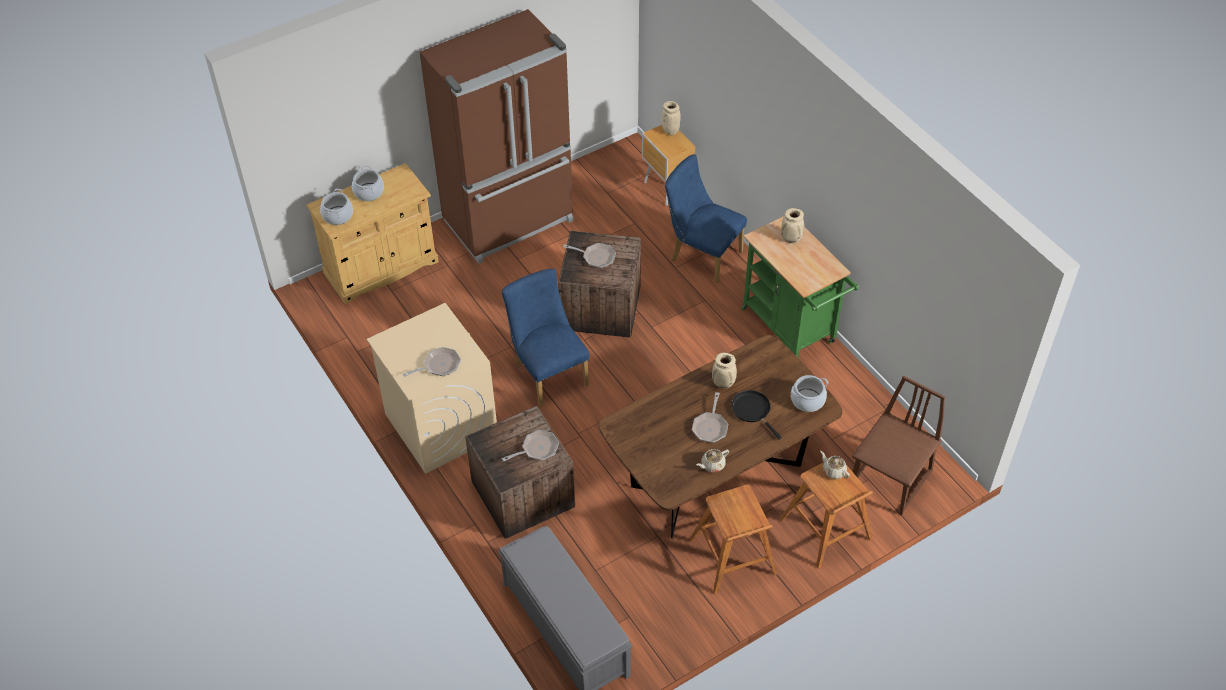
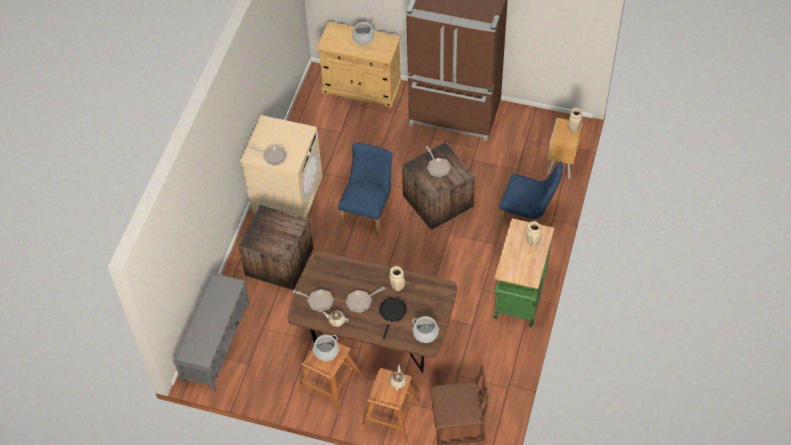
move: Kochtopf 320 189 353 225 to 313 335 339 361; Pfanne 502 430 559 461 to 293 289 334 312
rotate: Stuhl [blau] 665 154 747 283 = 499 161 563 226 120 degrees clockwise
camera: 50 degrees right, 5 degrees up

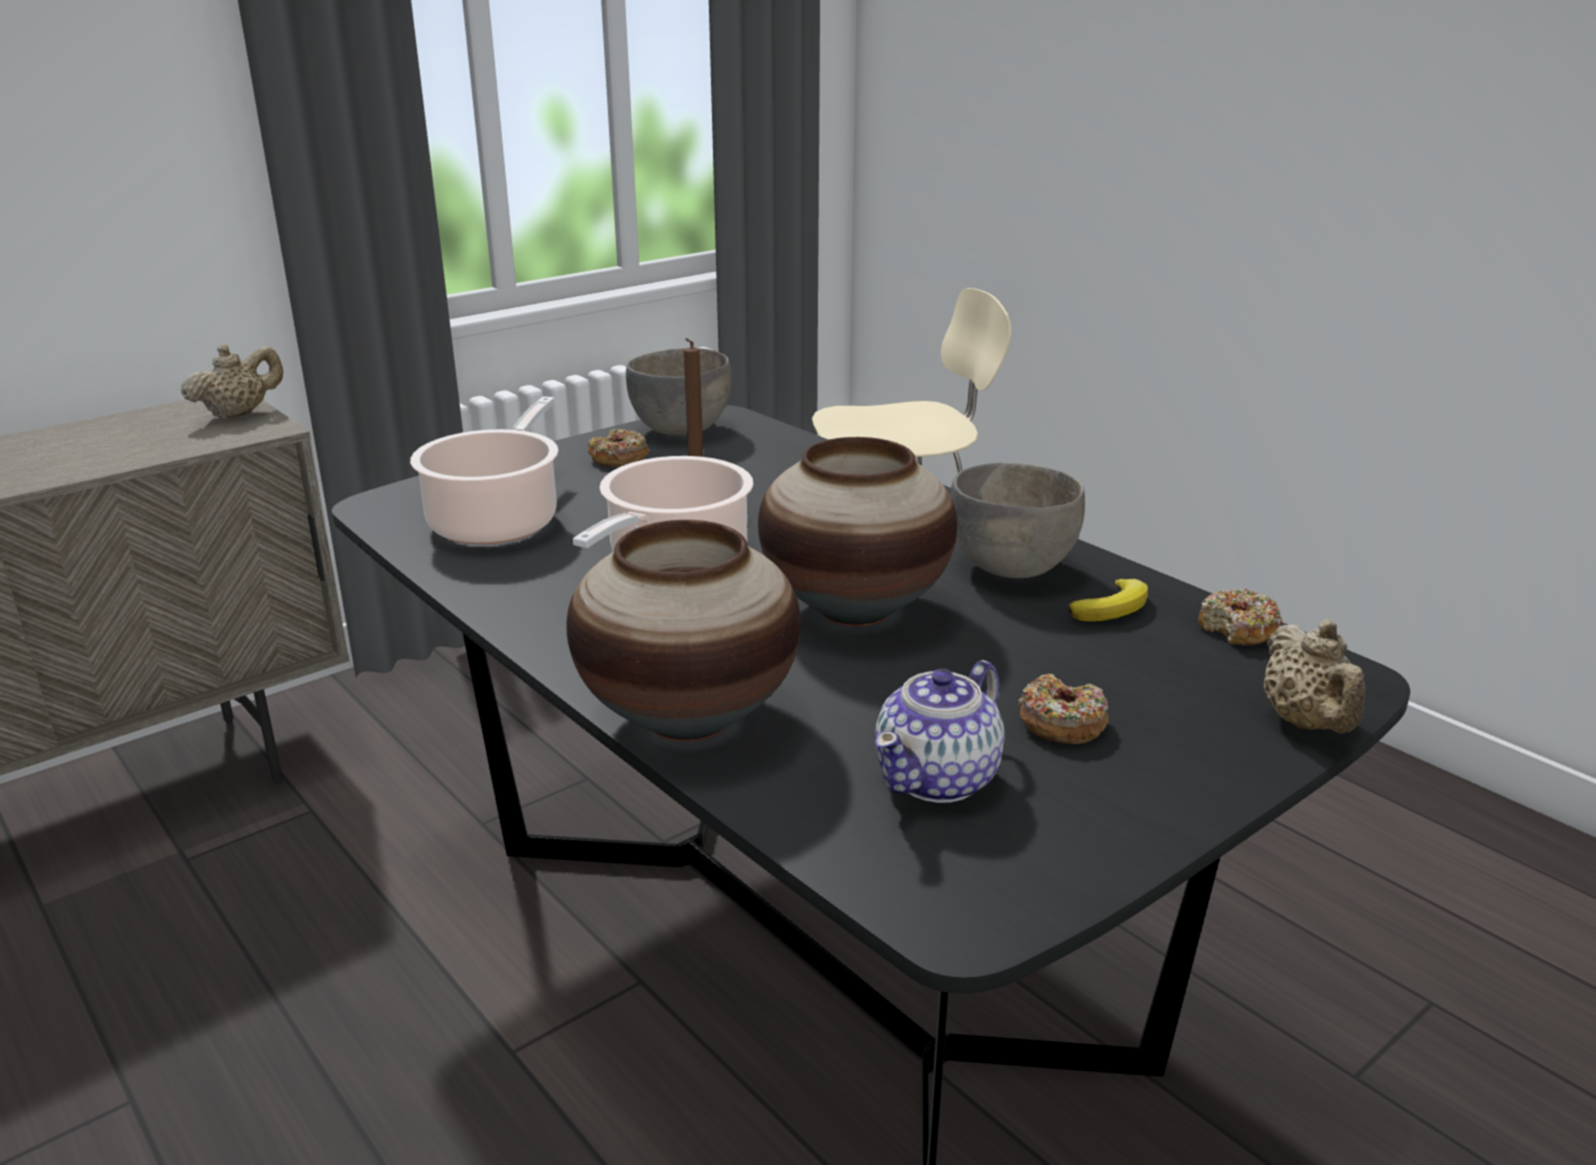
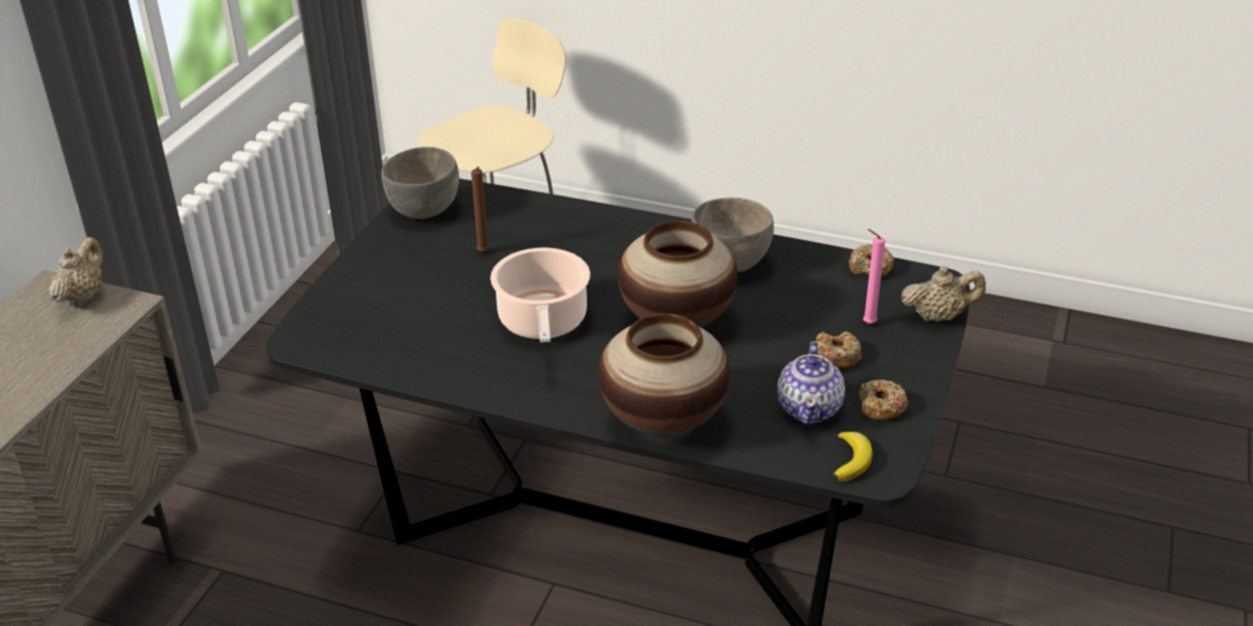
delete: Kochtopf 410 397 559 544
insert: Kerze [rosa] 863 229 885 324
move: Donut 588 429 650 467 to 859 379 908 420; Banane 1069 579 1148 621 to 834 432 873 482
rotate: Teekanne [beige] 1264 619 1366 733 = 901 266 986 322 60 degrees counterclockwise
camera: 30 degrees left, 10 degrees up

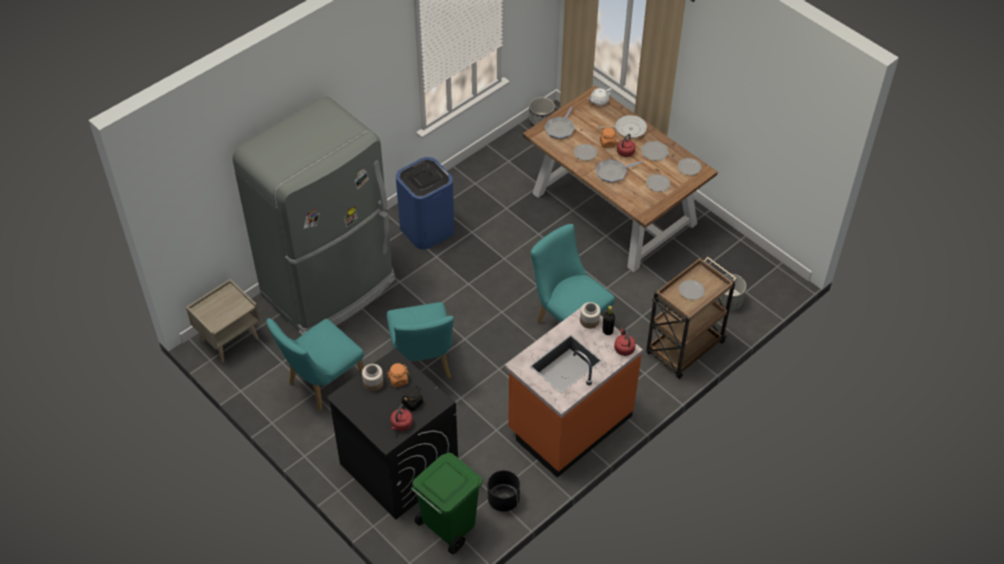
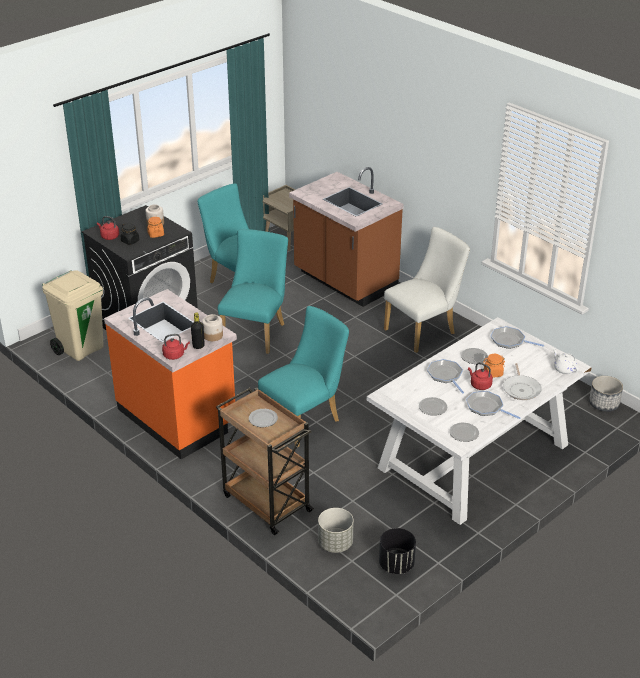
move: Pflanzkübel [schwarz] 488 470 520 512 to 379 528 416 574
replace: Kühlschrank [grau] 232 97 395 335 to Küchenzeile [braun] 289 167 404 307; Mülleimer [blau] 396 157 455 250 to Stuhl [weiß] 384 227 470 353; Teller 641 141 669 161 to Pfanne 466 391 521 419
recolor: Mülleimer [grün] 411 453 482 554 to Mülleimer [beige] 42 270 104 361; Esstisch [braun] 523 86 718 272 to Esstisch [weiß] 367 317 592 525
rotate: Stuhl [türkis] 387 302 454 378 = 218 229 288 354 120 degrees clockwise
camera: 90 degrees right, 15 degrees down

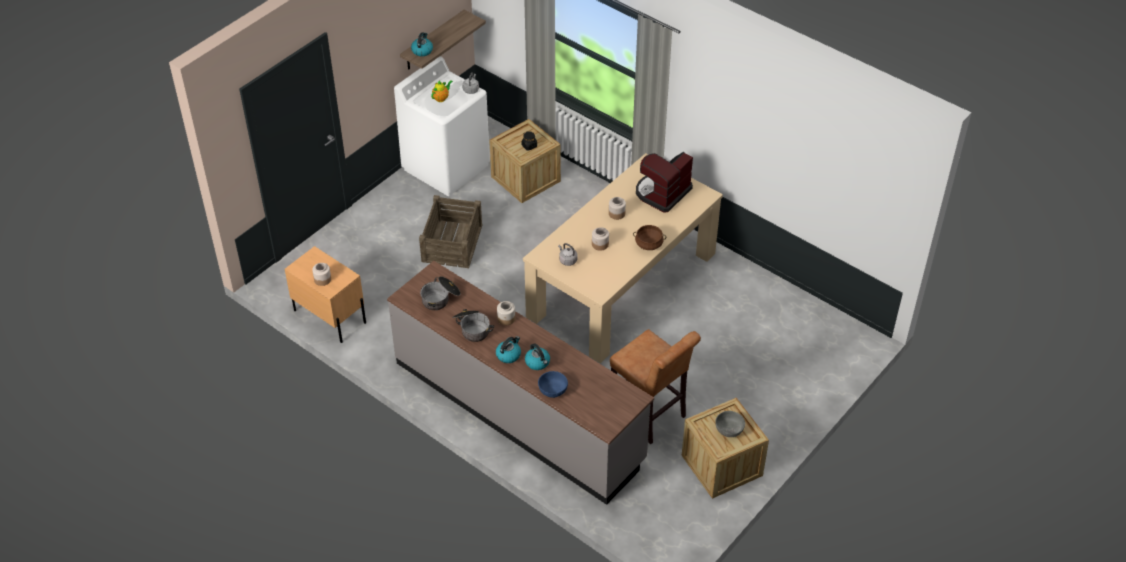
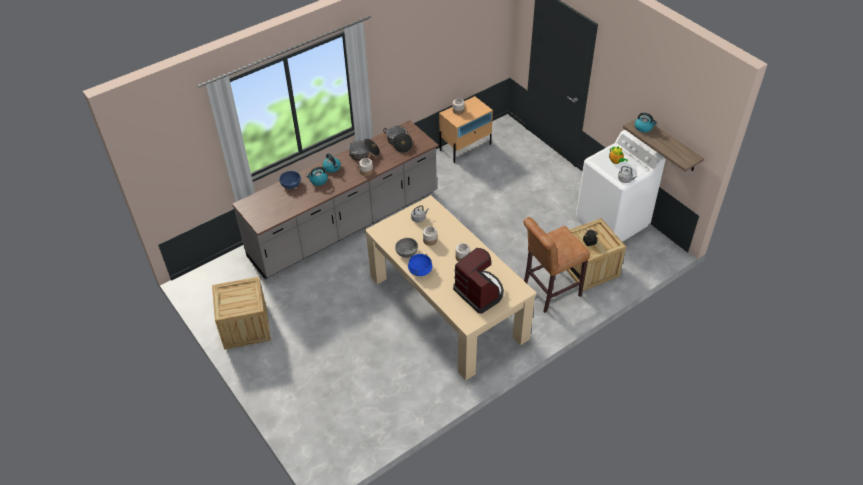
delete: Kiste 419 195 483 268
move: Hocker [braun] 610 329 701 444 to 523 217 590 313; Schüssel [grau] 715 411 745 437 to 395 238 418 258
recolor: Kochtopf [braun] 633 225 667 250 to Kochtopf [blau] 408 254 432 276
camera: 105 degrees right, 0 degrees up

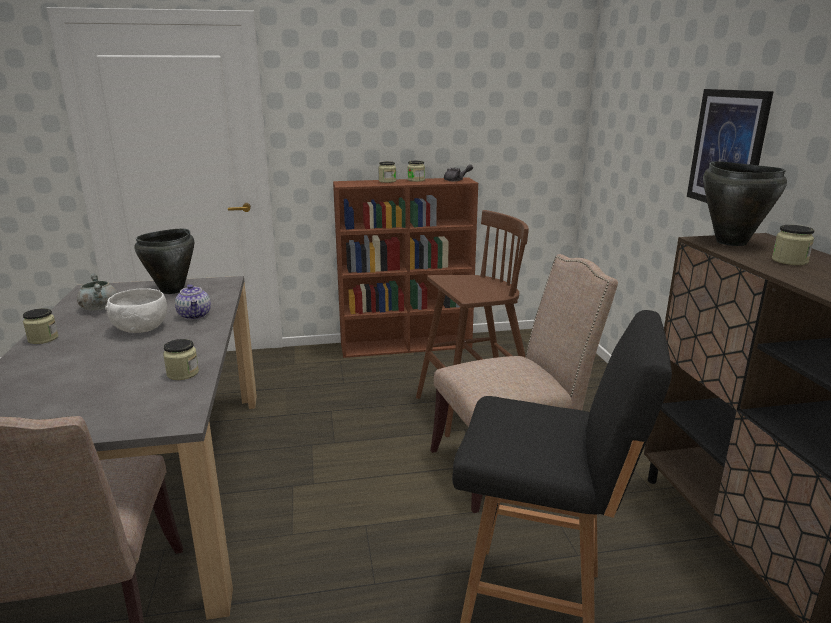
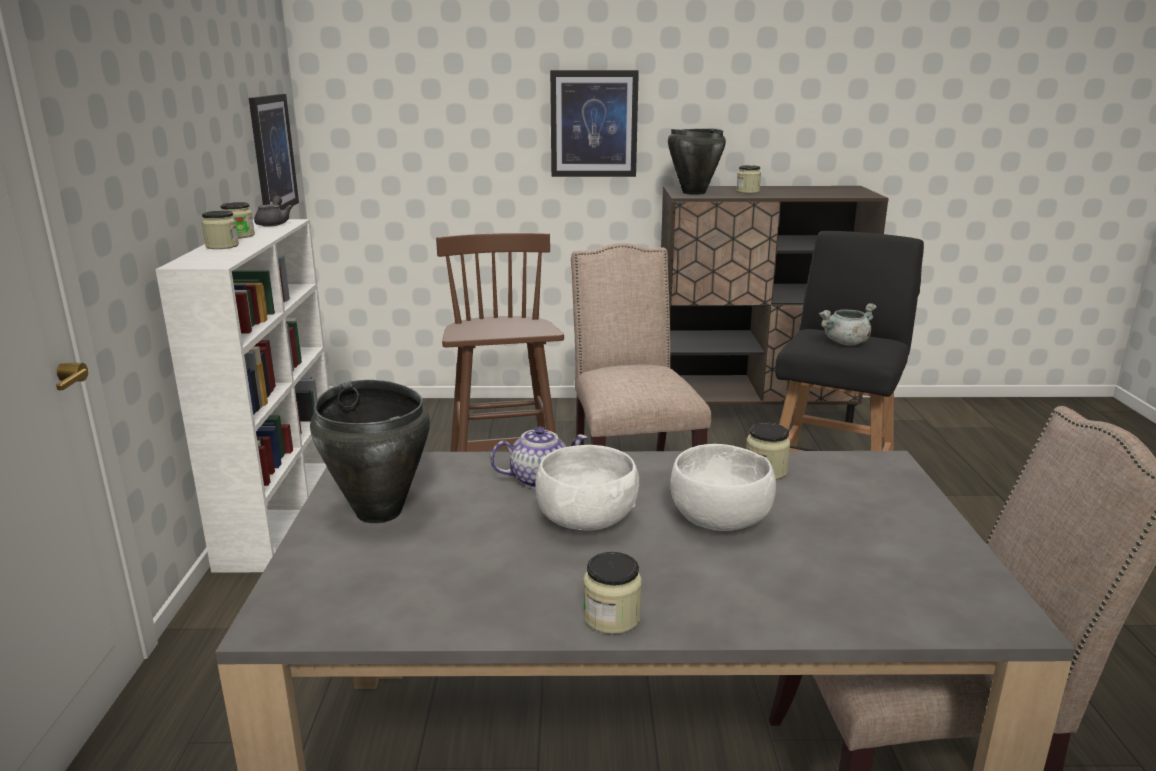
insert: Bild 249 94 299 210; Schüssel [weiß] 670 444 776 531
move: Kochtopf [grau] 77 273 117 310 to 819 303 877 345
recolor: Bücherregal [braun] 333 177 478 358 to Bücherregal [weiß] 155 219 329 572
camera: 80 degrees left, 0 degrees up

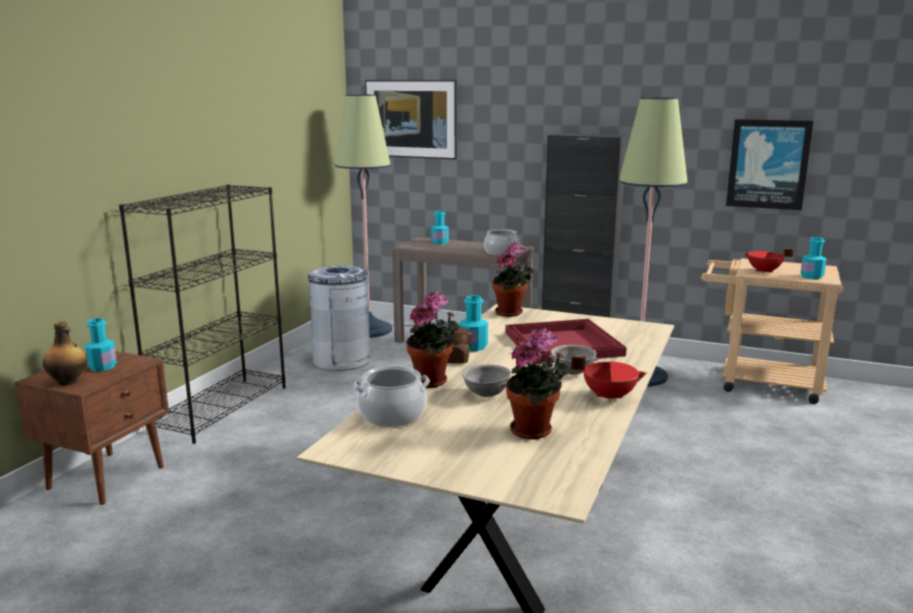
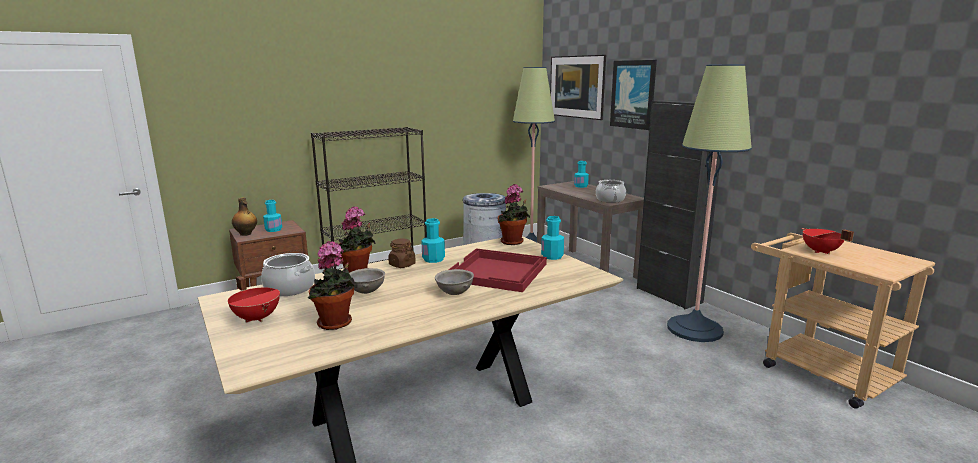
move: Kochtopf [rot] 571 355 647 402 to 228 276 280 323; Bild 726 119 813 210 to 610 60 657 130; Flasche [türkis] 800 237 826 279 to 541 216 564 260
camera: 35 degrees right, 0 degrees up

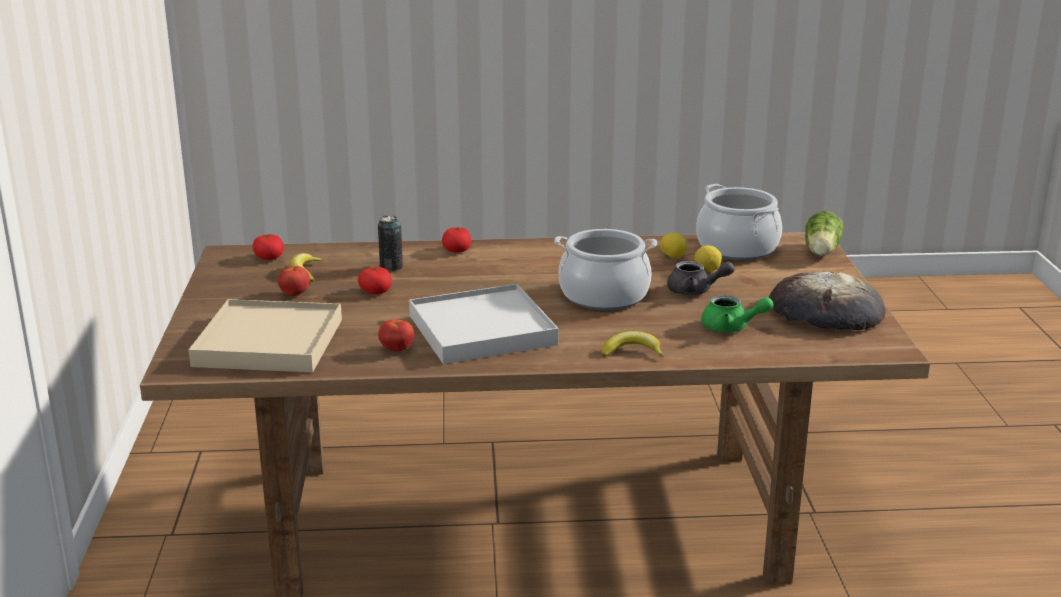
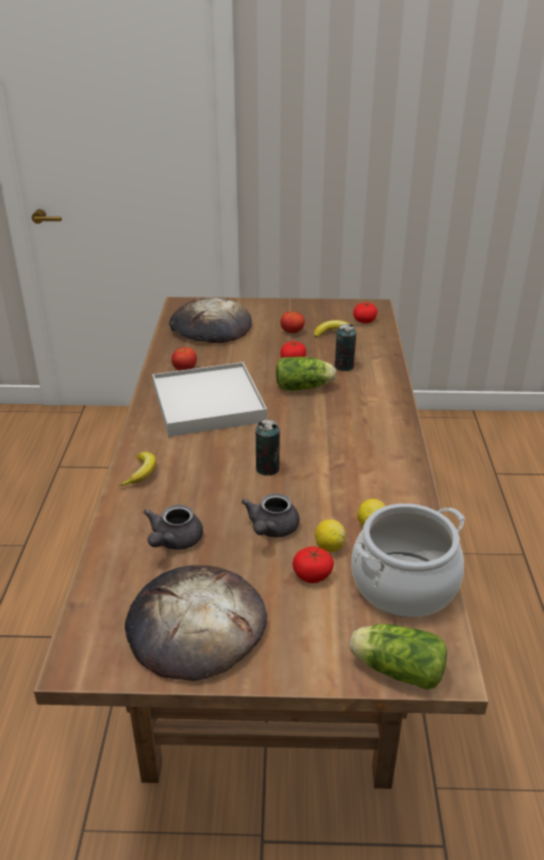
insert: Salatkopf 276 357 336 391
move: Tomate 442 227 471 253 to 293 546 334 583
replace: Tablett [beige] 189 299 342 373 to Brot 169 298 252 343; Kochtopf 554 229 657 310 to Dose 256 419 280 476
recolor: Teekanne [grün] 701 295 774 332 to Teekanne [grau] 143 505 203 550
camera: 95 degrees right, 10 degrees up

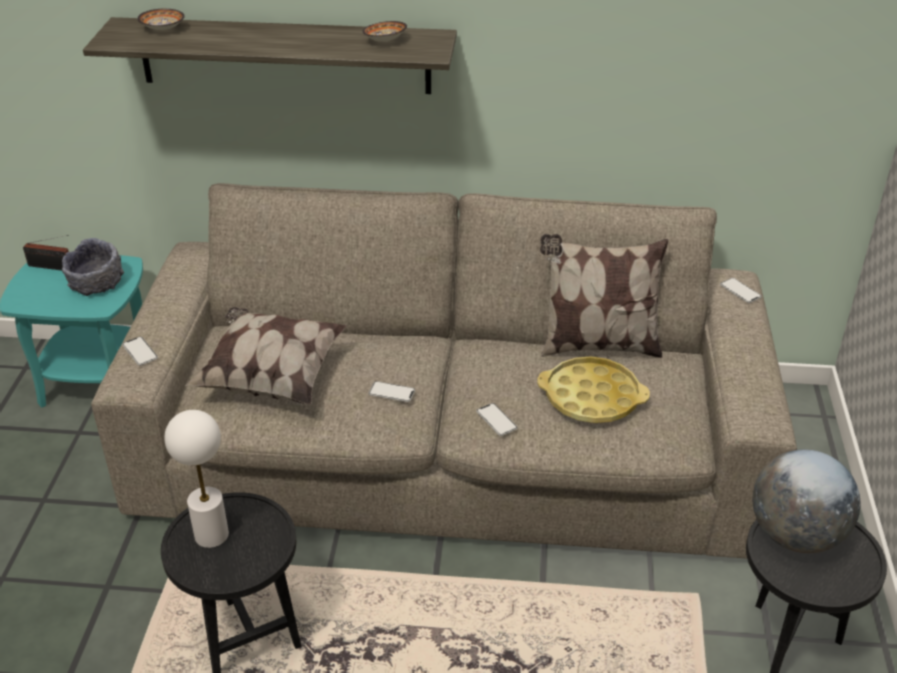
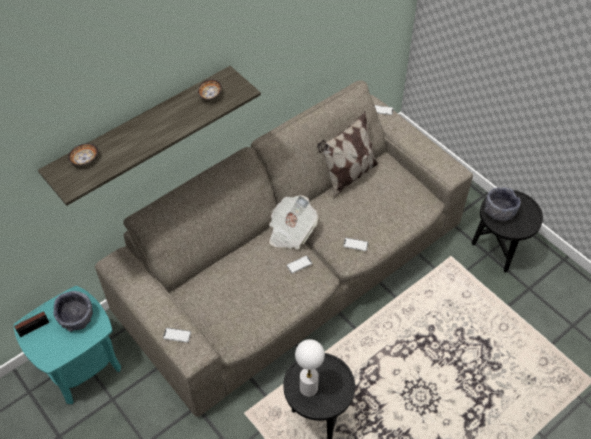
delete: Kissen 185 307 347 404; Tablett [gelb] 537 357 650 423
insert: Zeitung 269 195 318 250
replace: Globus 753 449 861 553 to Schüssel [grau] 485 187 521 221
camera: 45 degrees left, 15 degrees up

